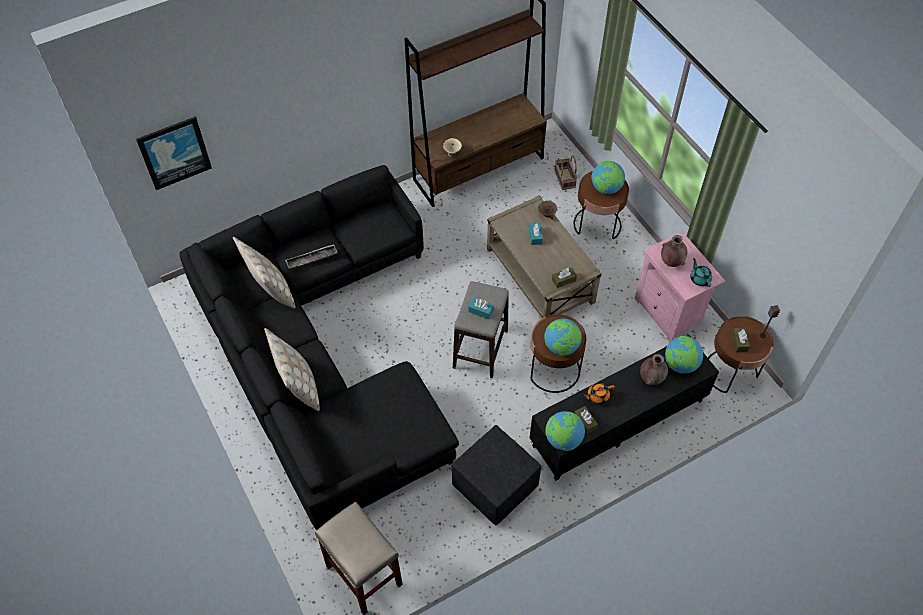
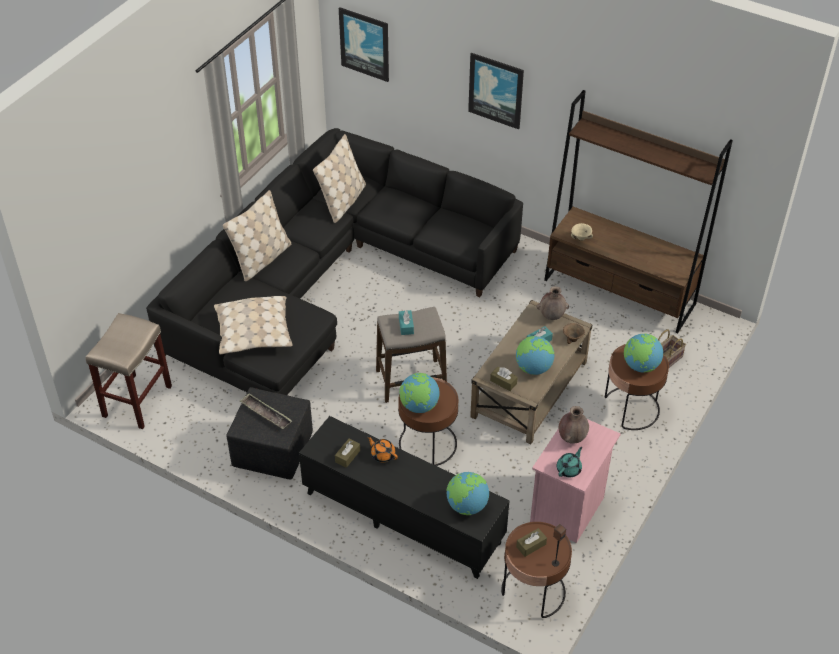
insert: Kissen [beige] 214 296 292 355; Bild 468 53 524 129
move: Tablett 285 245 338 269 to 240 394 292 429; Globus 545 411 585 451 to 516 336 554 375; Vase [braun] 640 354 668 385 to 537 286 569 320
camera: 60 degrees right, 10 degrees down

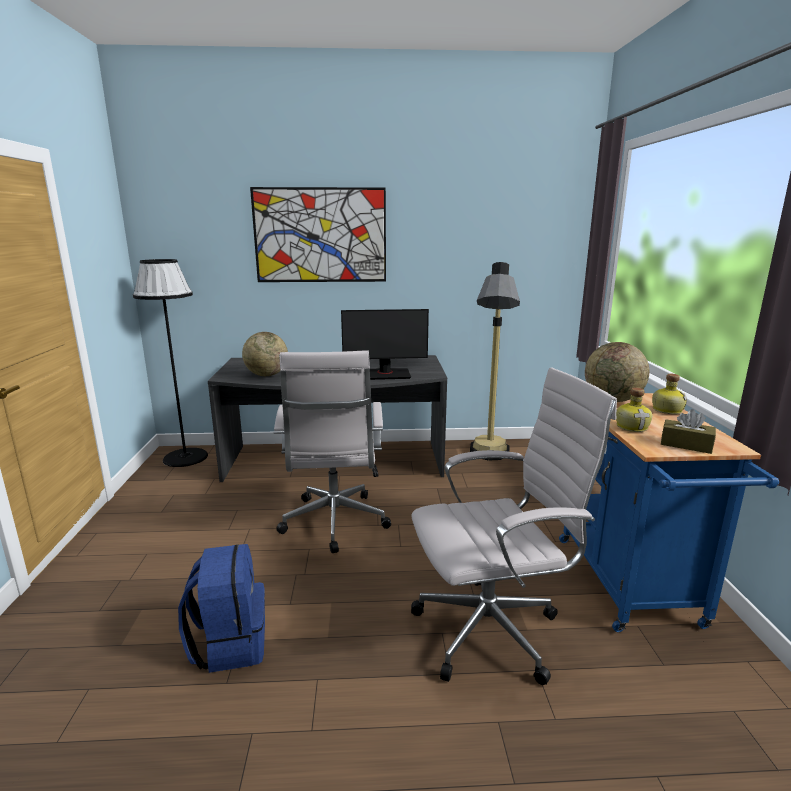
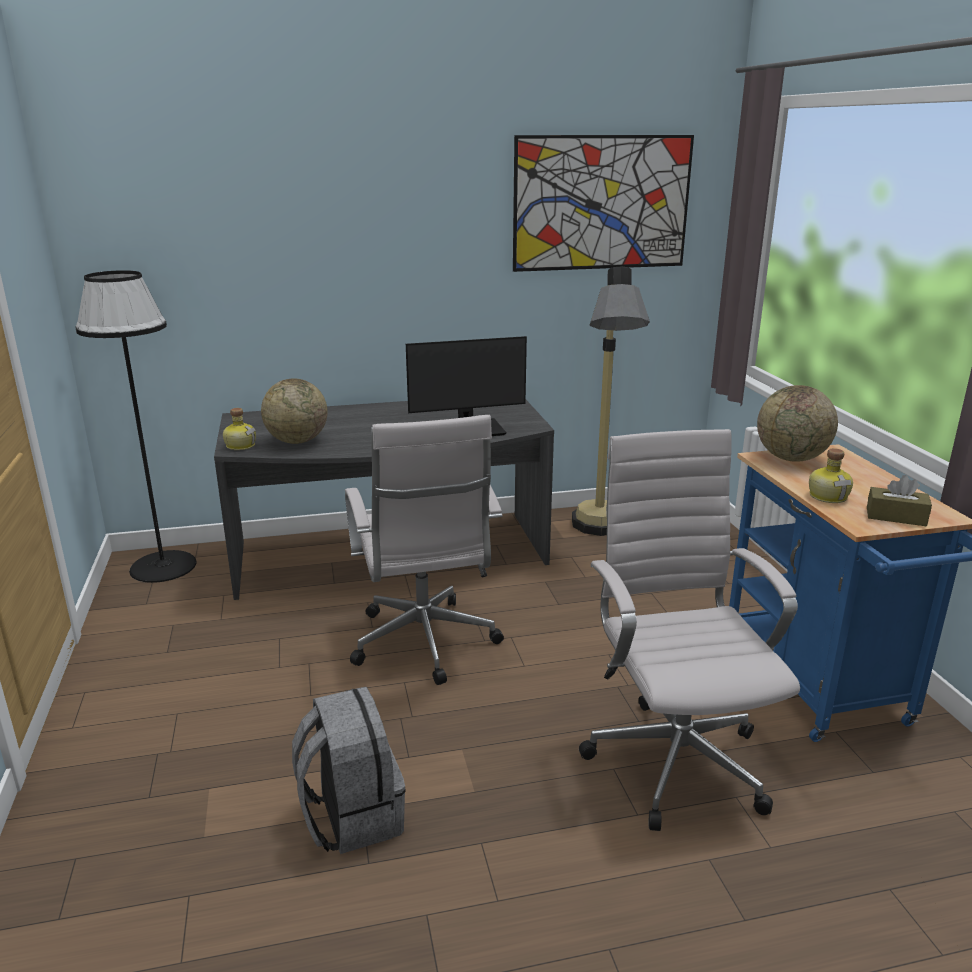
move: Bild 250 187 386 282 to 513 135 694 272; Flasche 652 374 687 414 to 223 408 256 450
recolor: Rucksack [blau] 178 544 265 673 to Rucksack [grau] 292 687 406 854
rotate: Bürostuhl [weiß] 411 367 617 685 = 579 429 800 831 75 degrees counterclockwise
camera: 10 degrees left, 5 degrees up

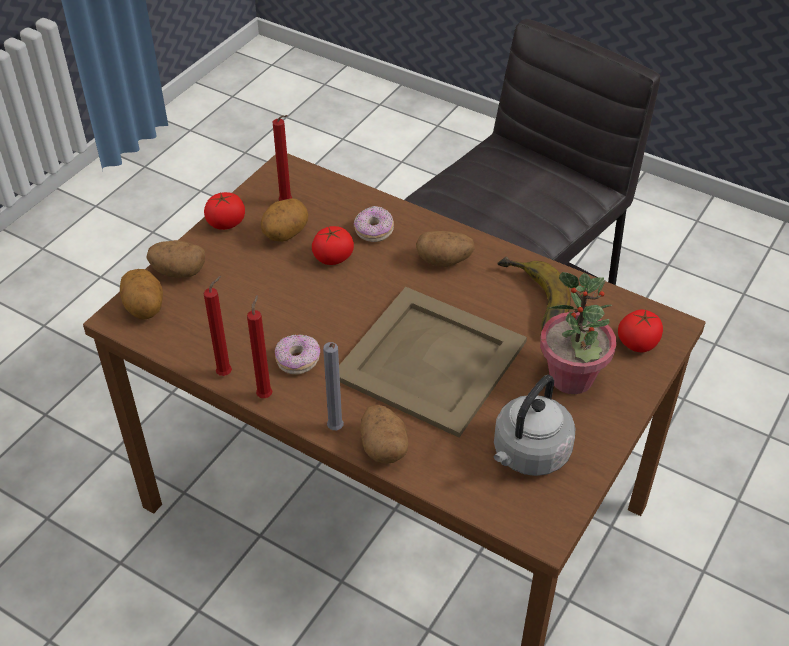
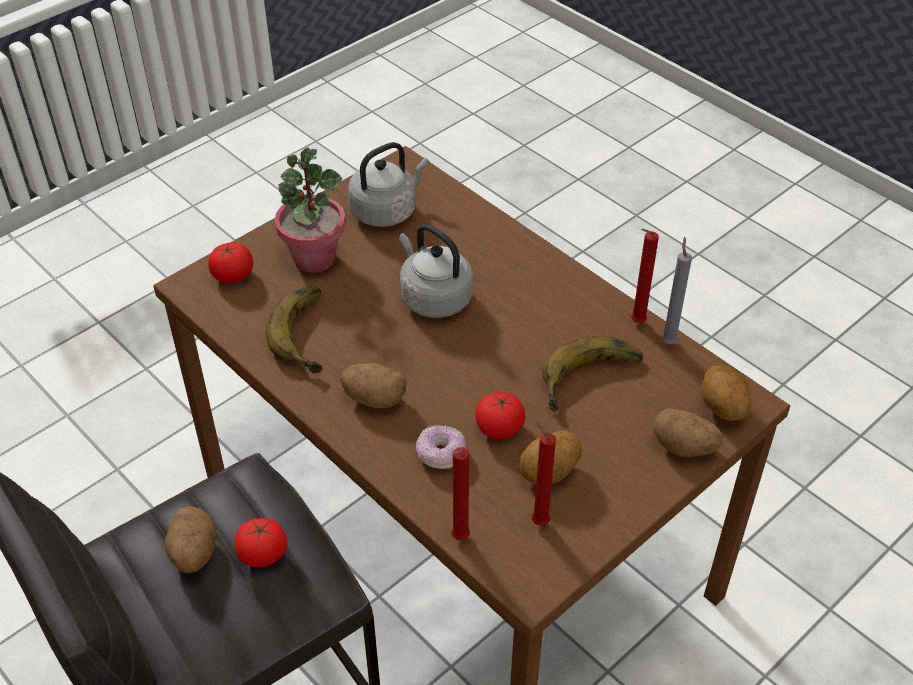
delete: Donut 275 334 320 375
insert: Banane 542 336 643 411
move: Tomate 204 192 245 230 to 235 518 288 568; Kerze [rot] 247 295 272 398 to 451 447 470 540; Kerze [grau] 323 342 344 430 to 662 236 692 344; Kartoffel 360 405 408 464 to 165 506 216 573
replace: Tablett [beige] 339 287 527 438 to Wasserkessel [grau] 399 224 473 318
camera: 165 degrees left, 0 degrees up

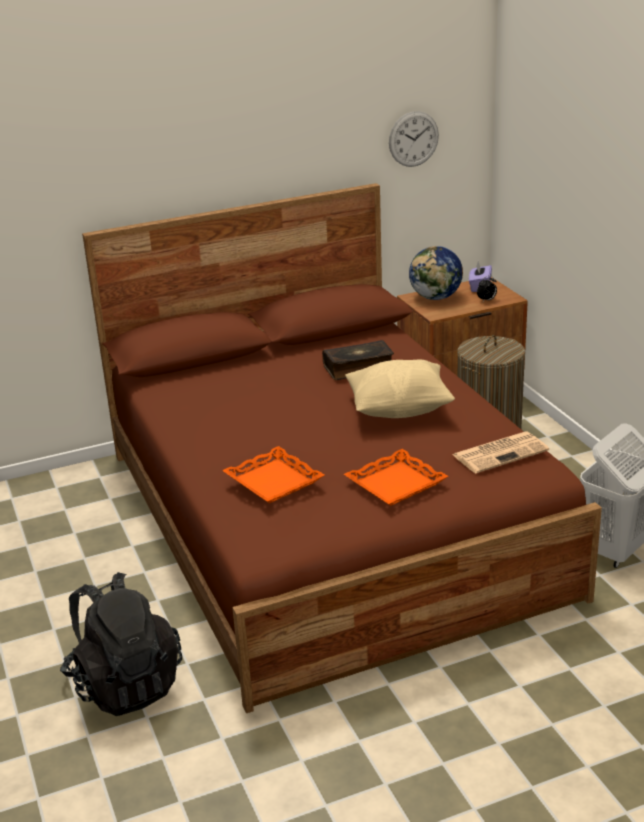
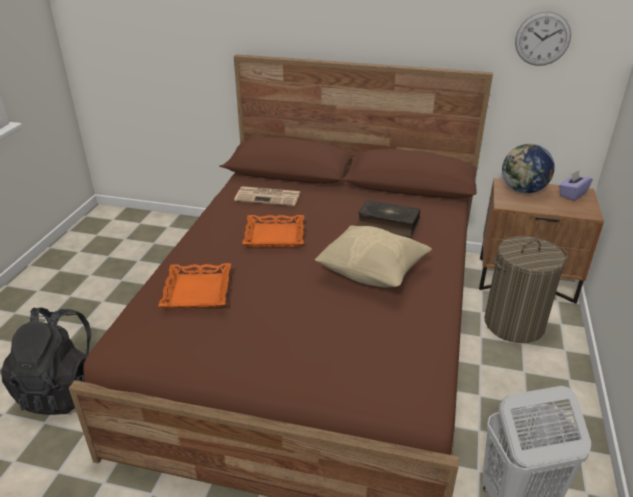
delete: Wecker 477 275 497 301
move: Tablett [orange] 344 449 448 506 to 242 215 304 247; Zeitung 453 432 549 473 to 234 186 300 206
camera: 35 degrees right, 5 degrees up

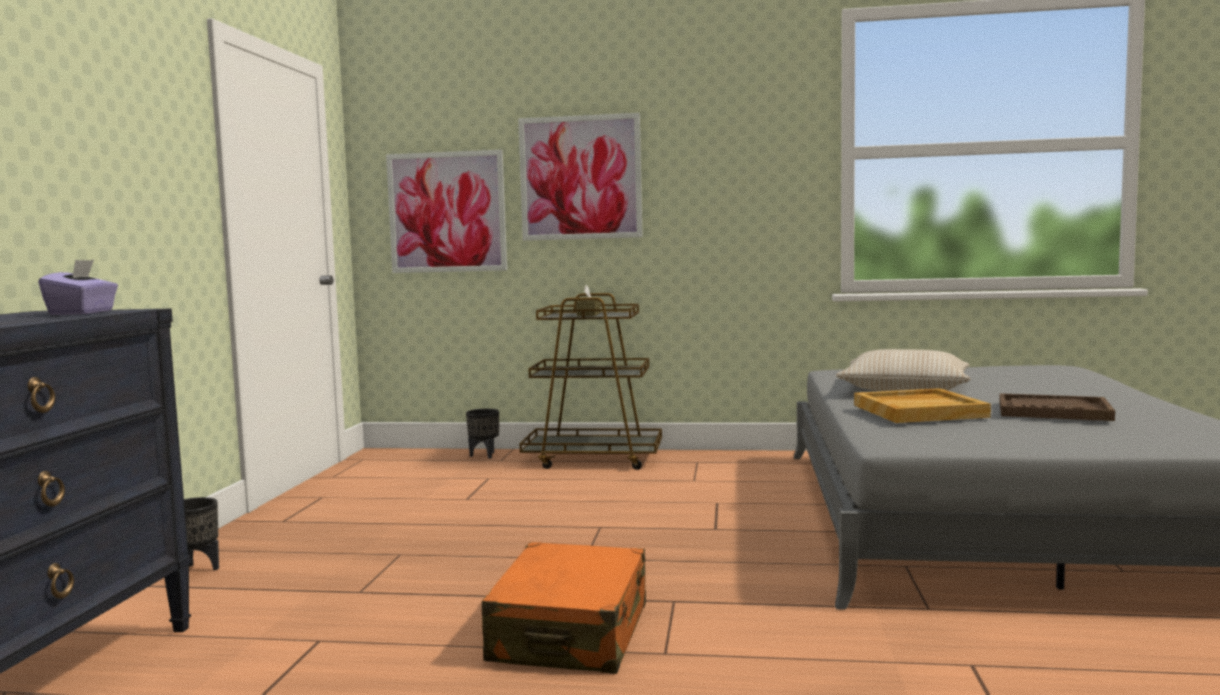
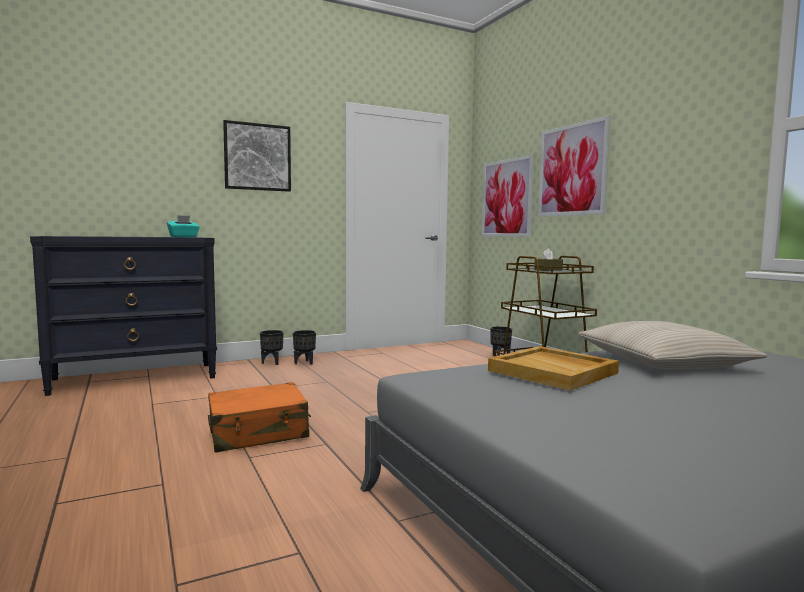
delete: Tablett [braun] 999 393 1115 421
insert: Bild 223 120 291 192; Pflanzkübel [schwarz] 293 330 316 365
recolor: Taschentuchbox [lila] 38 260 118 315 to Taschentuchbox [türkis] 167 215 200 237
camera: 55 degrees right, 0 degrees up

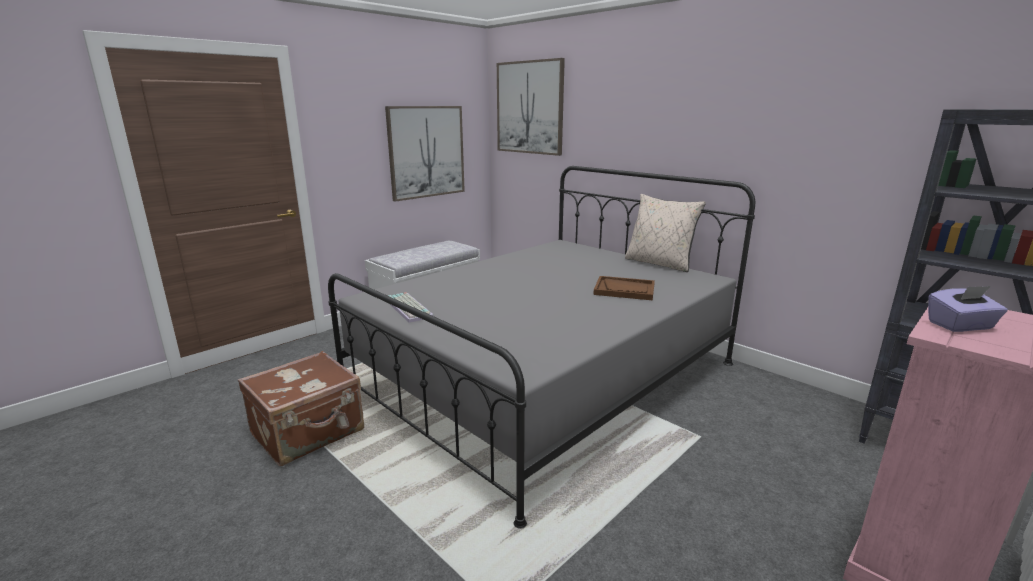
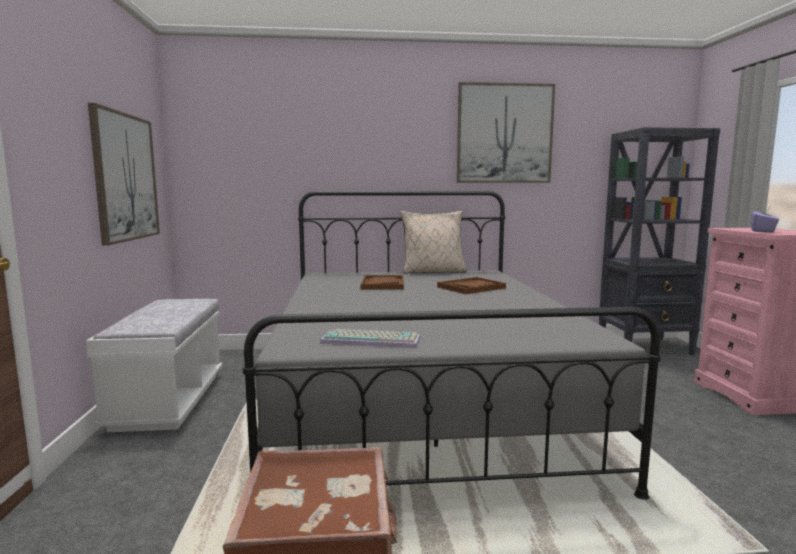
insert: Tablett [braun] 361 275 404 290
move: Bild 497 58 565 156 to 457 82 555 183
camera: 50 degrees left, 10 degrees down

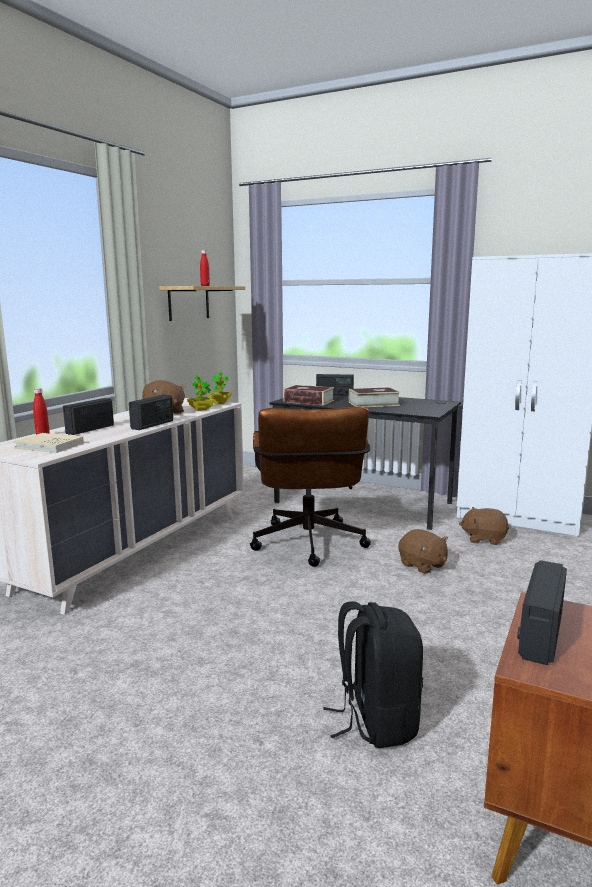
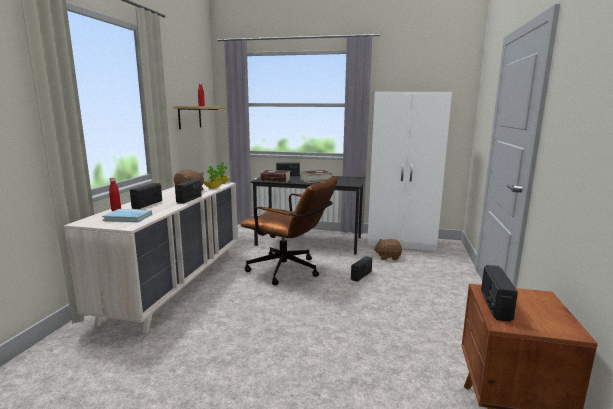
delete: Rucksack [schwarz] 323 601 423 748
replace: Plüschtier [braun] 399 529 448 574 to Radio 351 256 372 282
recolor: Buch [beige] 13 433 84 453 to Buch [blau] 102 209 152 222
rotate: Bürostuhl [braun] 250 407 371 567 = 240 177 338 285 45 degrees counterclockwise
camera: 15 degrees left, 0 degrees up

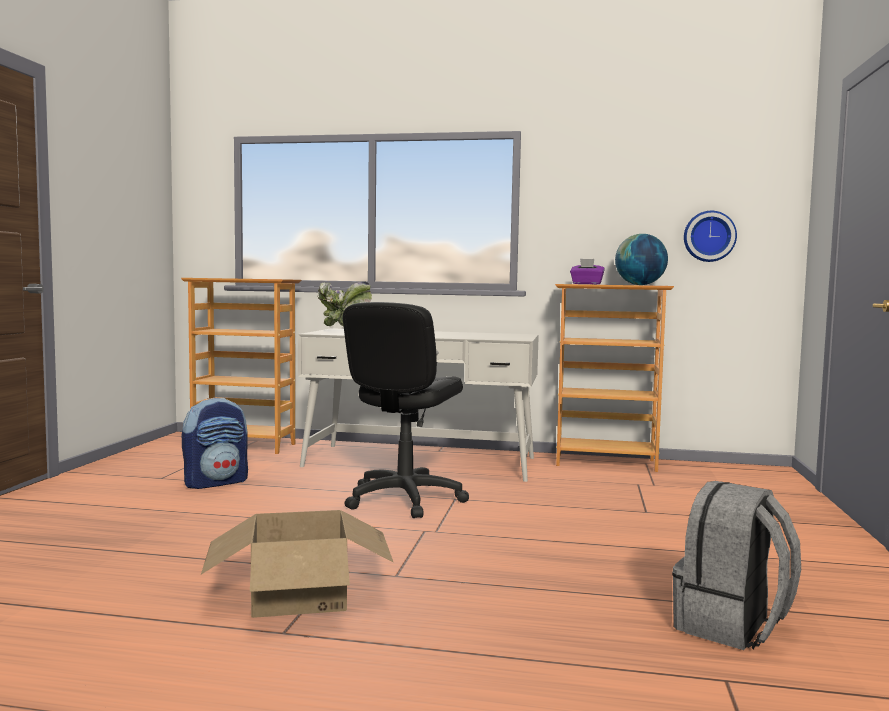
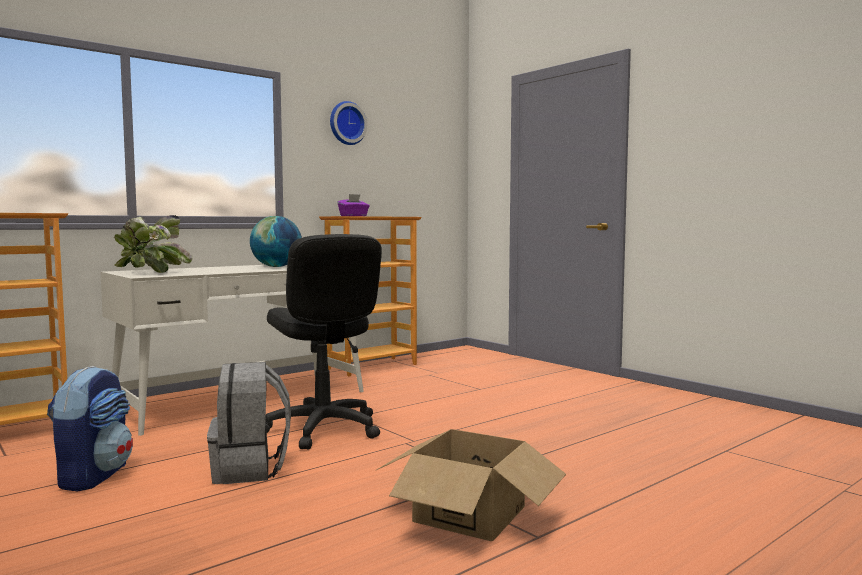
move: Globus 615 234 668 285 to 250 216 302 267; Rucksack [grau] 672 481 801 650 to 207 362 291 484; Wanduhr 684 211 737 262 to 330 101 367 145
camera: 50 degrees left, 0 degrees up

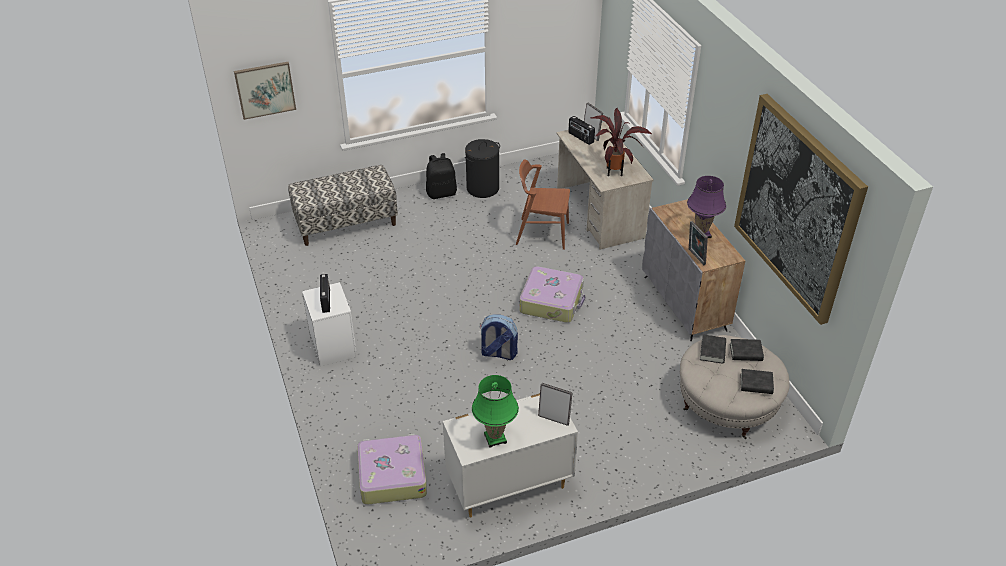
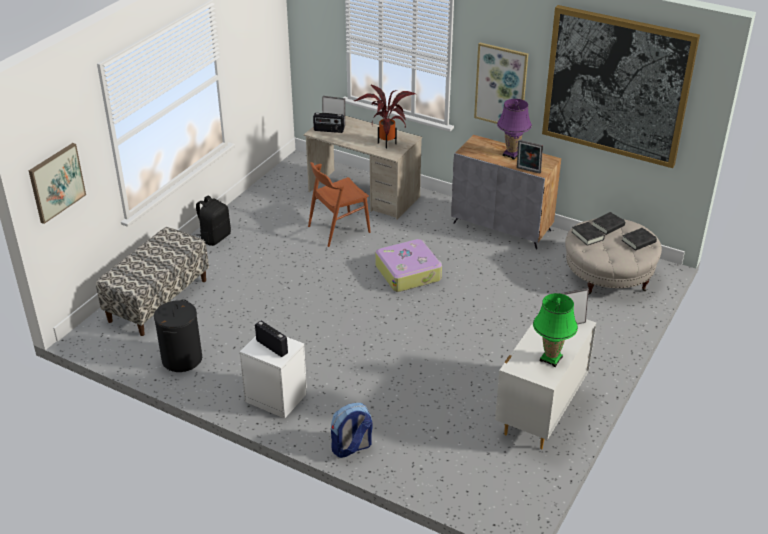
delete: Koffer 357 434 427 504
insert: Bild 474 43 528 124
move: Wäschekorb [schwarz] 465 139 500 198 to 154 299 202 372; Rucksack 480 314 518 360 to 331 403 372 458
camera: 40 degrees left, 5 degrees down

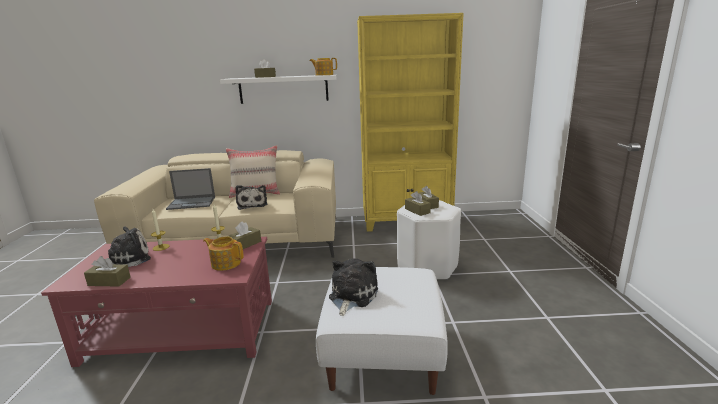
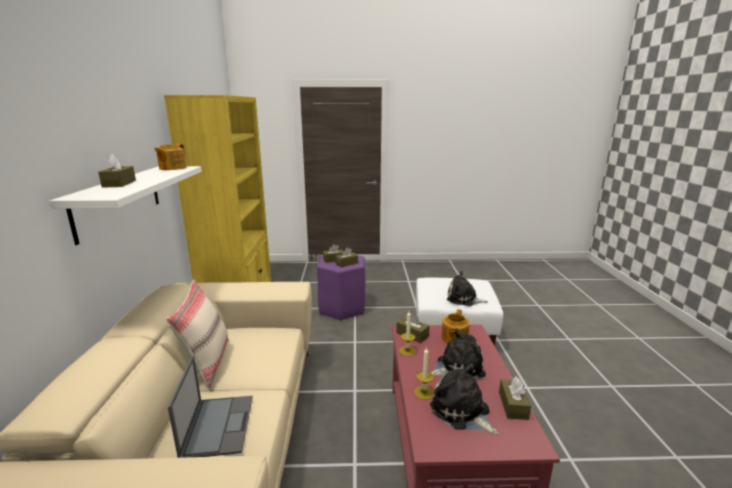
move: Plüschtier 235 185 267 210 to 430 329 486 381
recolor: Hocker [weiß] 397 200 461 280 to Hocker [lila] 317 255 365 321
camera: 90 degrees left, 0 degrees up

